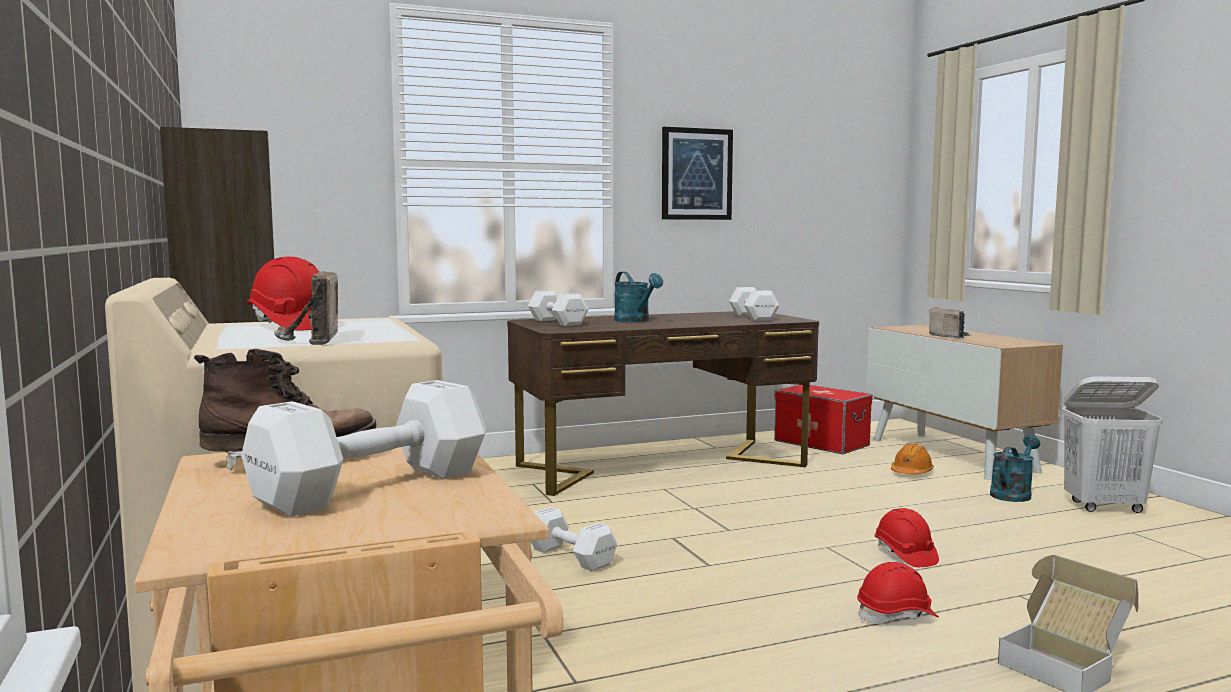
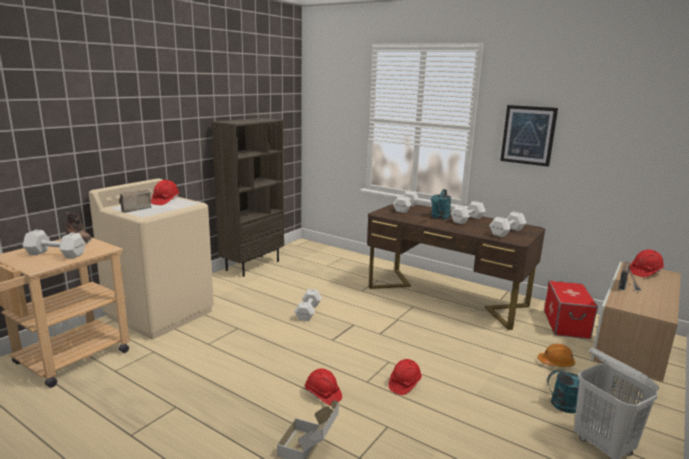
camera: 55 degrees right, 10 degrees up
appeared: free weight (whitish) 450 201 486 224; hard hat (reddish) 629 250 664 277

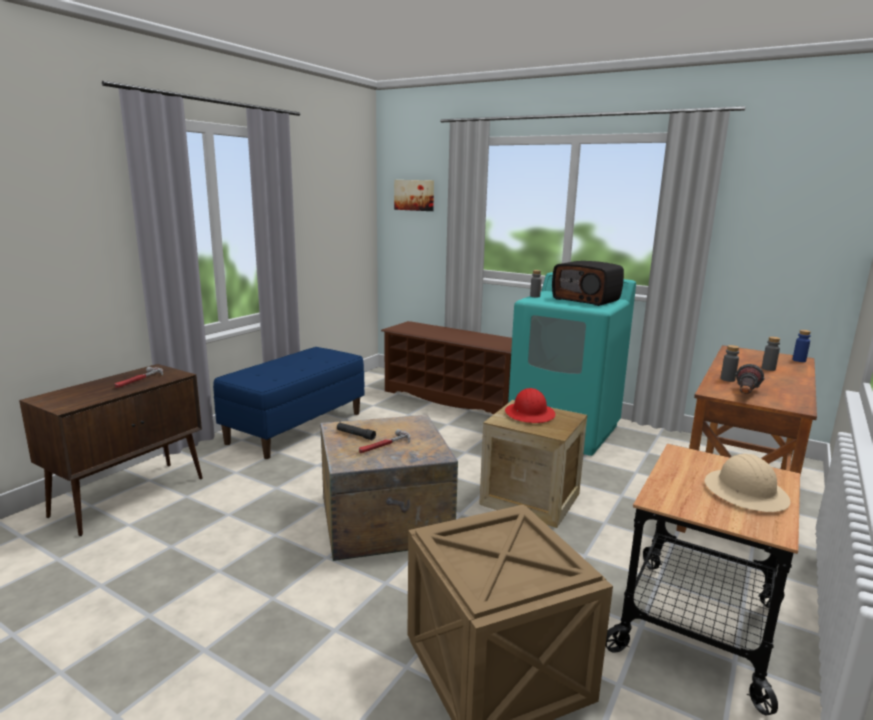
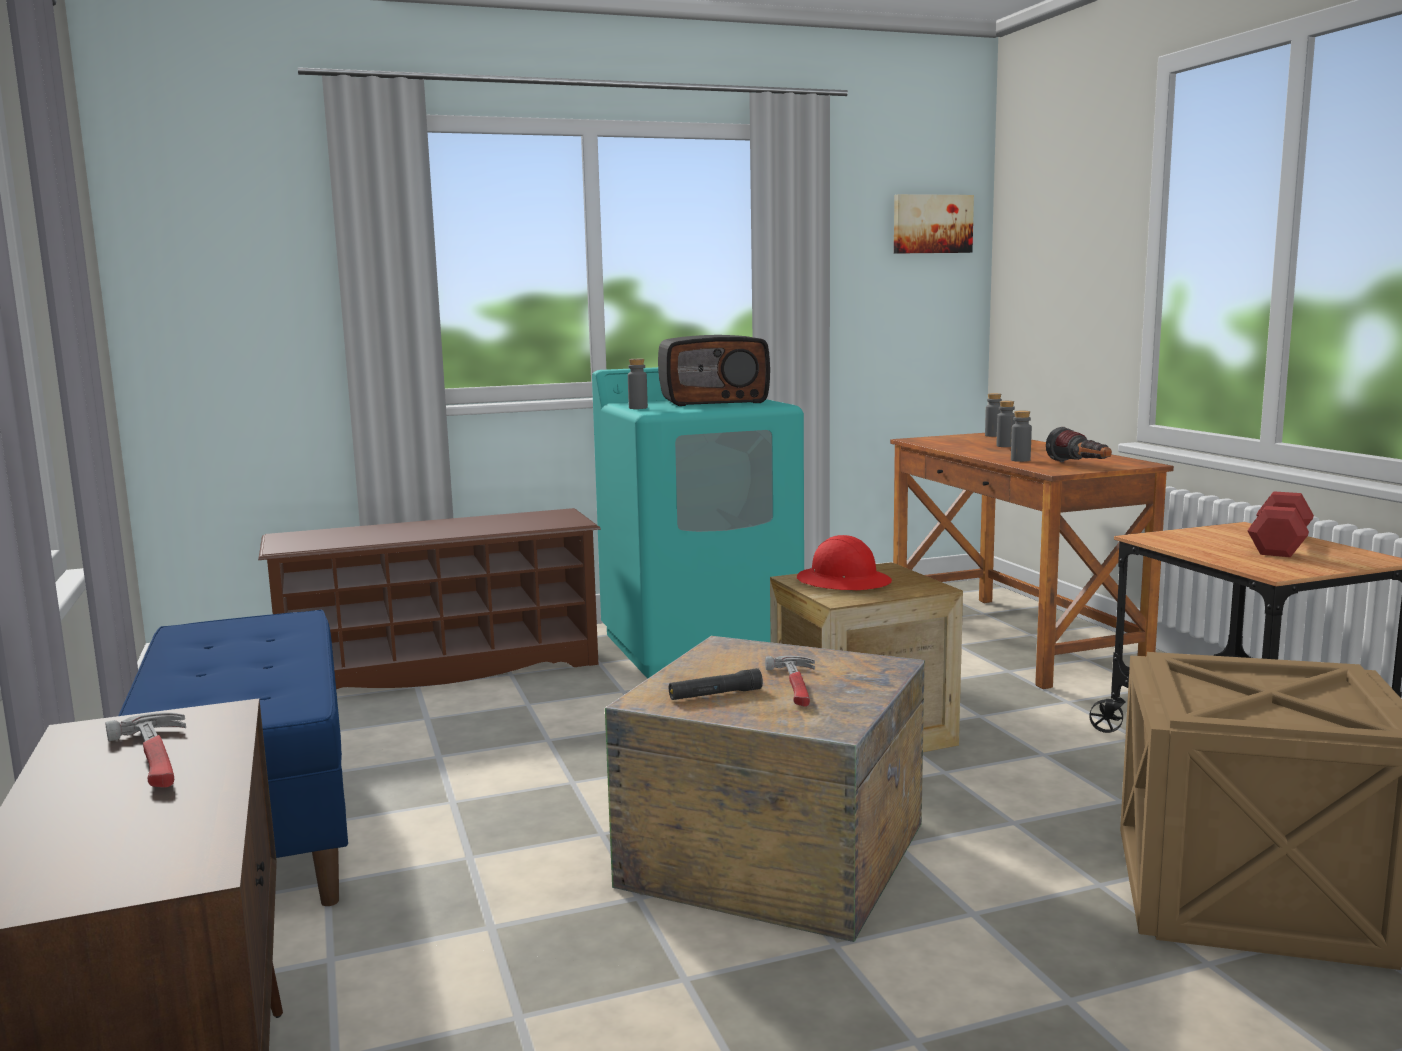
camera: 50 degrees left, 5 degrees down
relocated: wall art 394 180 434 211 to 894 194 974 254
exchanged: hard hat (beige-coloured) 704 454 790 512 to free weight (reddish) 1248 491 1314 557
colour: bottle (blue) 792 330 811 362 to bottle (gray) 985 393 1002 437

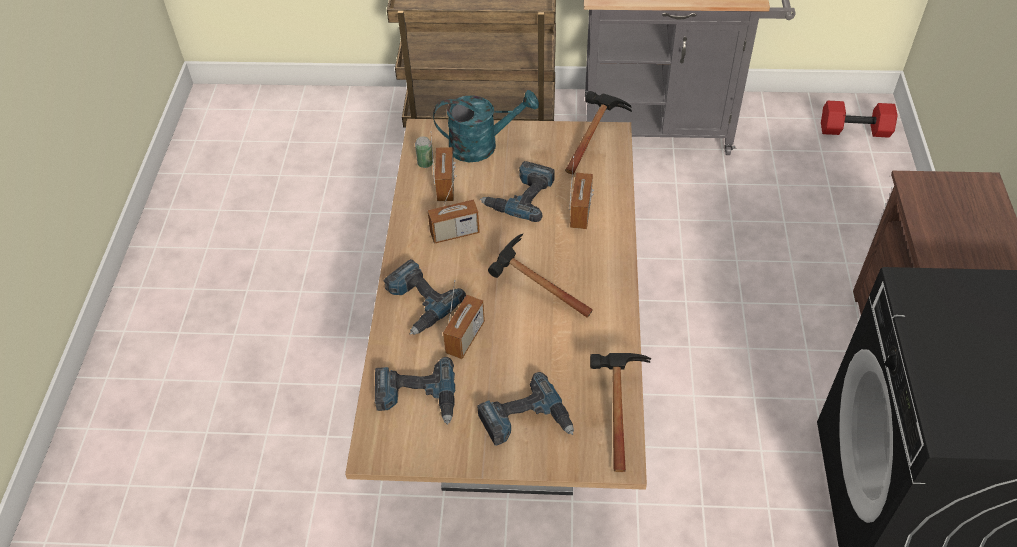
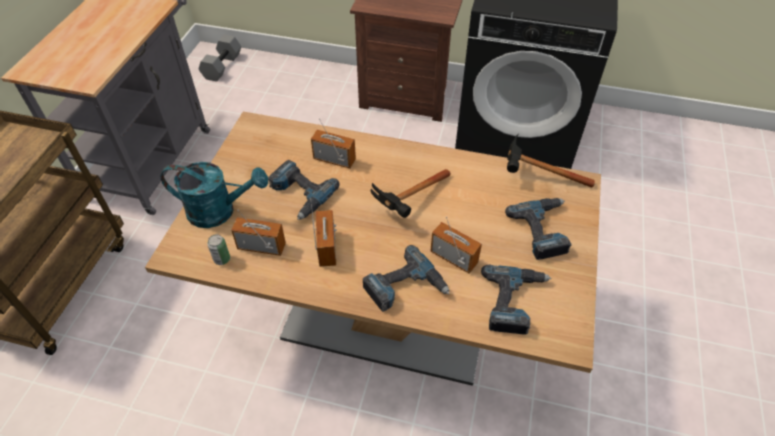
camera: 80 degrees left, 0 degrees up
missing: tool hammer 565 91 632 174
colour: free weight (reddish) 821 101 898 138 to free weight (gray) 199 35 241 82
spun: watering can (turquoise) 433 90 539 162 = 161 162 268 228 90 degrees clockwise

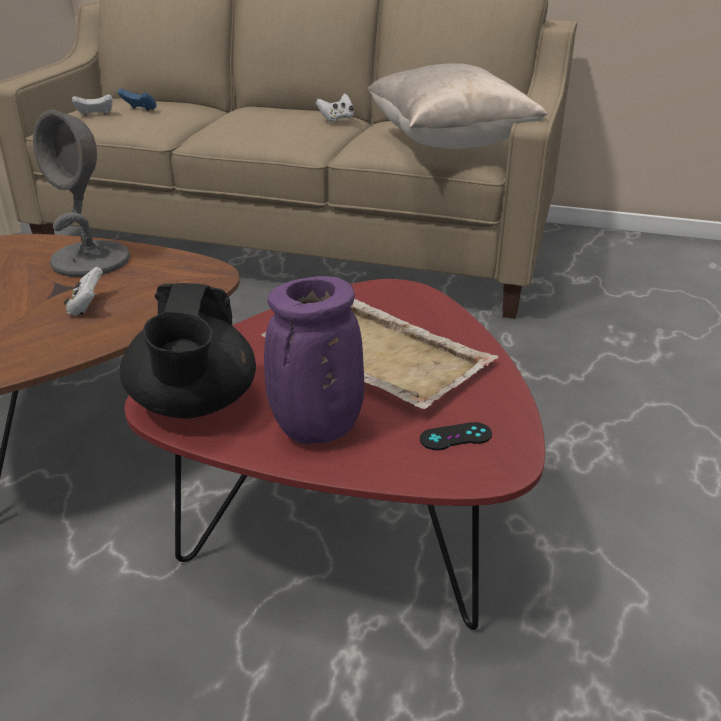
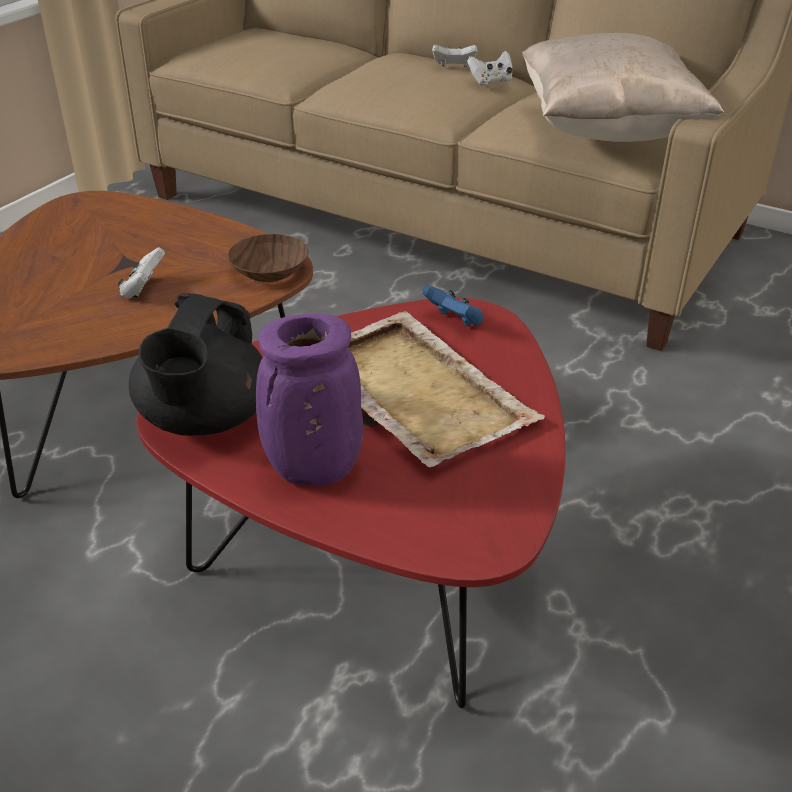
camera: 15 degrees right, 5 degrees up
missing: tabletop lamp (gray) 33 110 130 277; game controller (blackish) 420 422 492 450
appeared: deep dish (brown-coloured) 228 234 308 282
relocated: game controller (whitish) 72 94 113 115 to 432 45 478 67; game controller (blue) 118 88 157 111 to 422 285 484 327

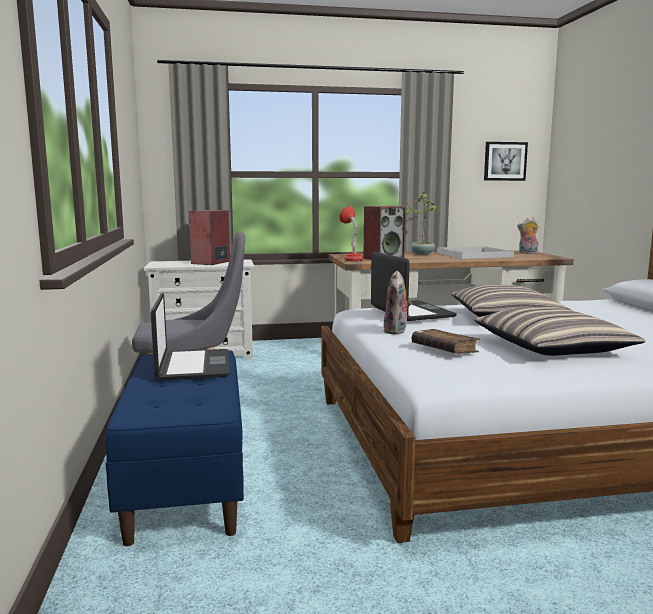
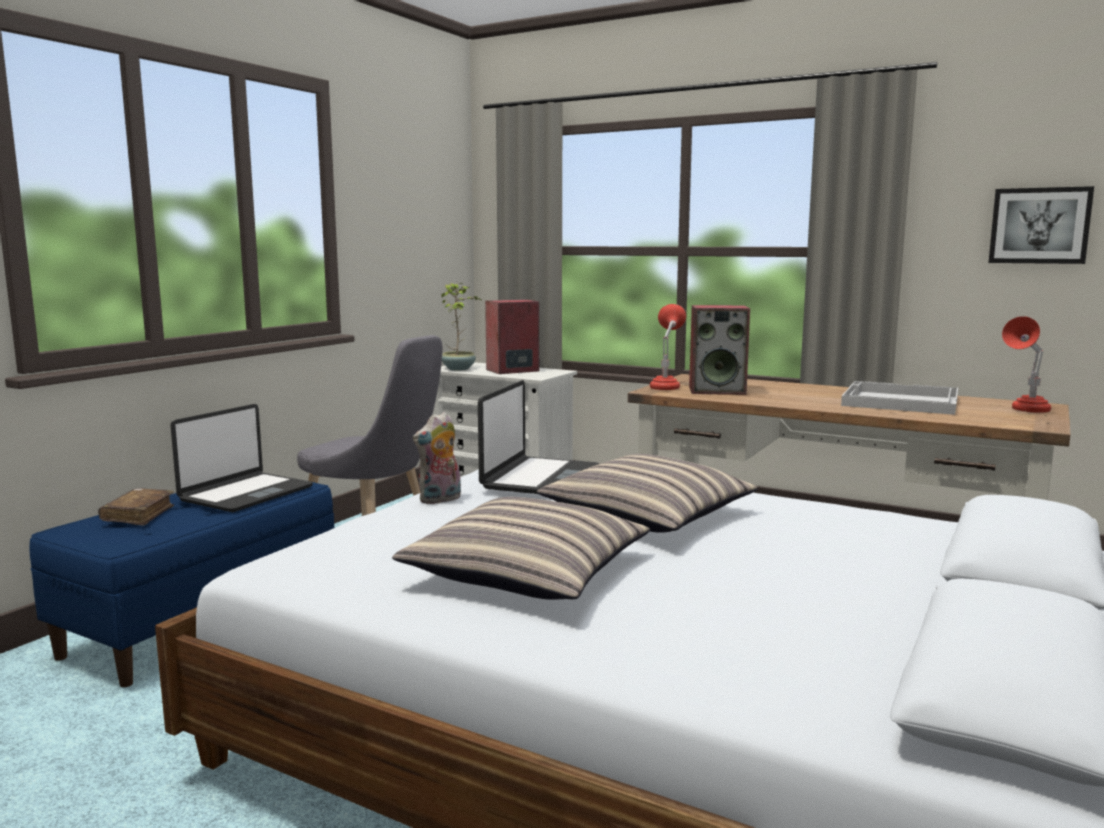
camera: 40 degrees right, 0 degrees up
relocated: plant in a pot 406 193 437 255 to 441 283 481 371; book (brown-coloured) 412 329 480 354 to 98 488 174 526
exchanged: cuddly toy 517 217 539 254 to tabletop lamp (reddish) 1002 316 1051 413

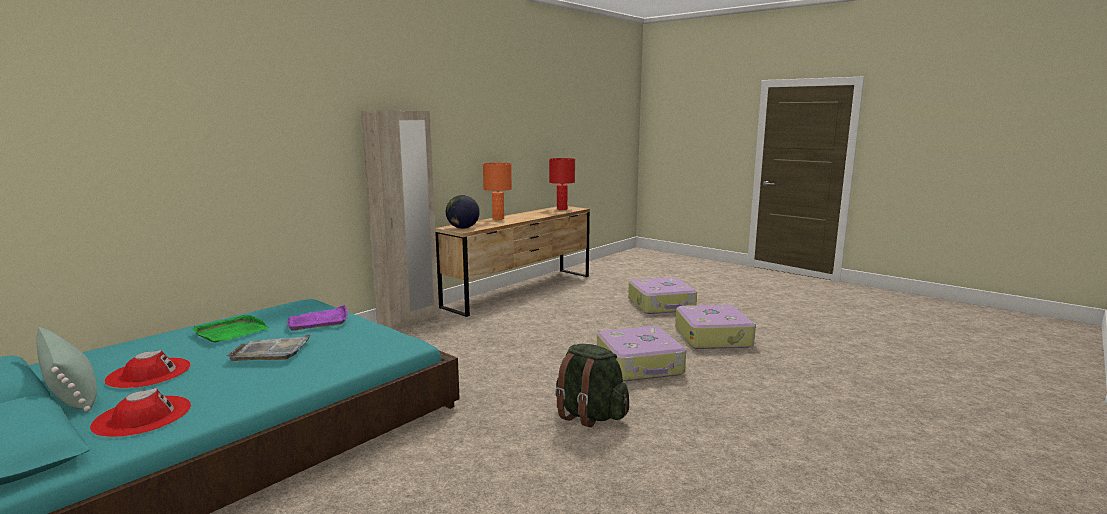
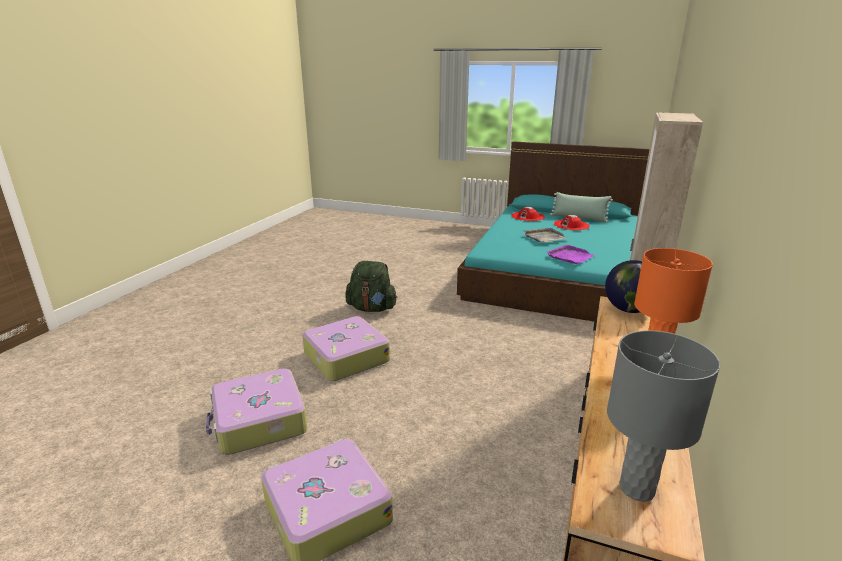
camera: 160 degrees right, 10 degrees up
missing: serving tray (greenish) 193 315 270 343
colour: tabletop lamp (reddish) 549 158 575 210 to tabletop lamp (gray) 607 330 720 502

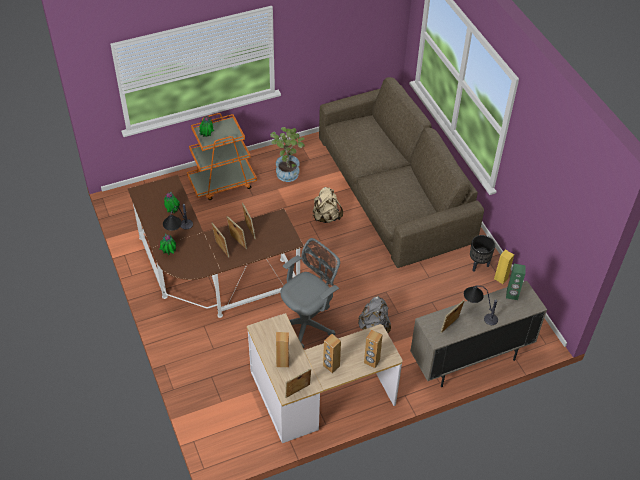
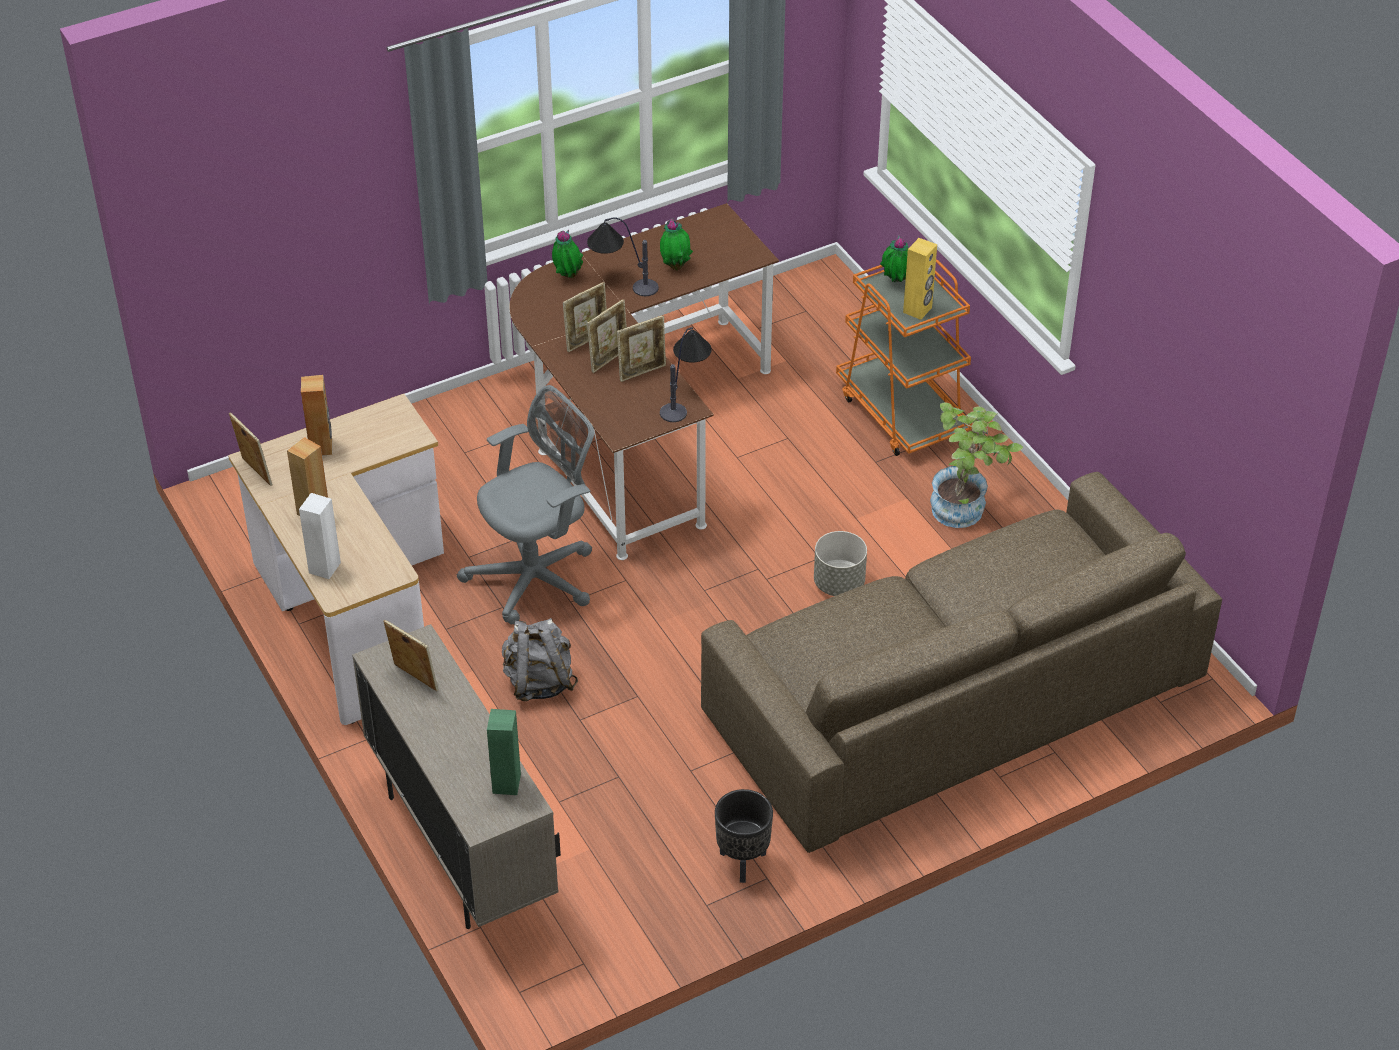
camera: 85 degrees right, 5 degrees down
relocated: tabletop lamp 464 285 498 325 to 660 327 712 422; audio speaker (yellow) 494 250 514 284 to 903 238 937 320
exchanged: rucksack (beige-coloured) 313 187 343 223 to flower pot (gray) 814 531 867 596
colour: audio speaker (brown-coloured) 364 330 383 368 to audio speaker (whitish) 299 493 341 579
spun: desk chair (gray) 280 238 340 349 = 457 385 594 624 75 degrees counterclockwise

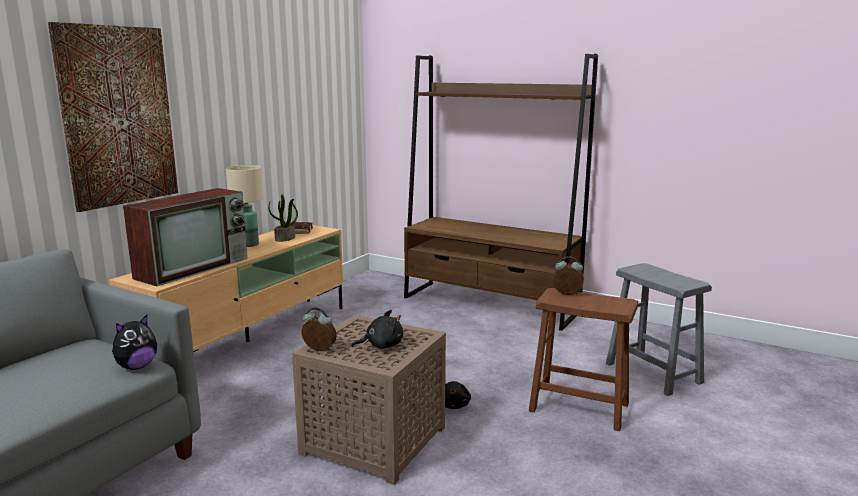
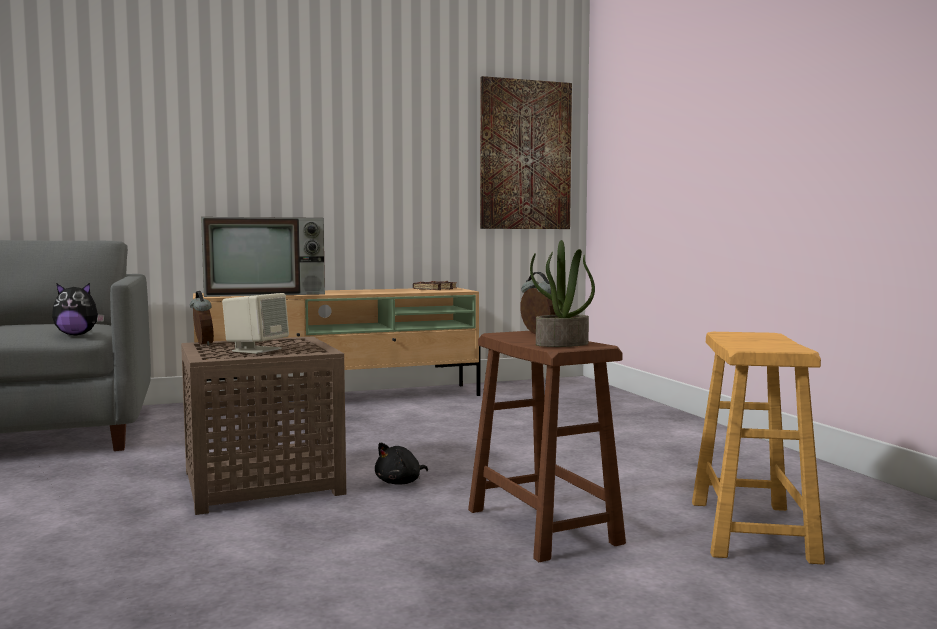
camera: 40 degrees right, 10 degrees down
missing: tabletop lamp (beige-coloured) 226 165 263 247; bookcase (brown-coloured) 404 54 598 331
relocated: wall art 48 22 178 212 to 480 76 572 229; plant in a pot 268 194 298 242 to 530 240 595 347
exchanged: cuddly toy (blackish) 351 310 403 349 to audio speaker (beige-coloured) 222 293 289 354
colour: stool seat (gray) 606 263 712 396 to stool seat (brown-coloured) 692 332 825 565

